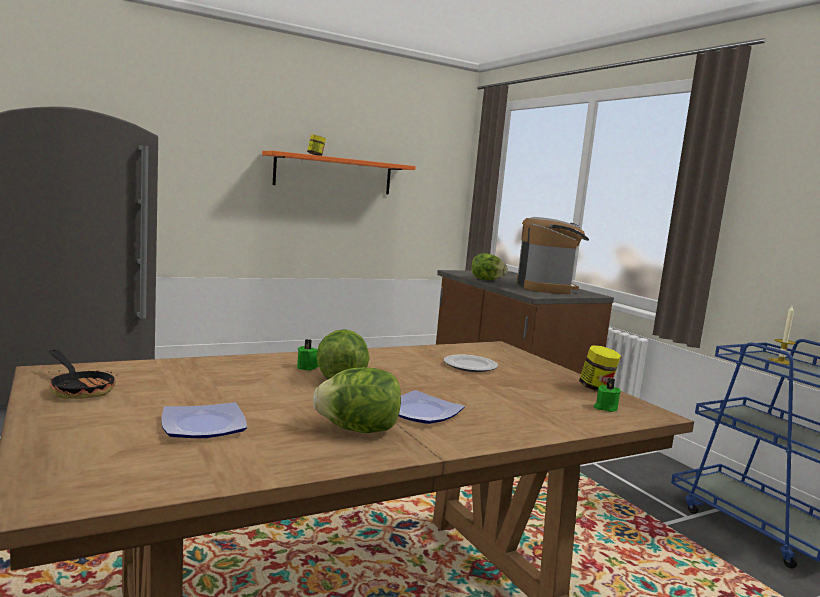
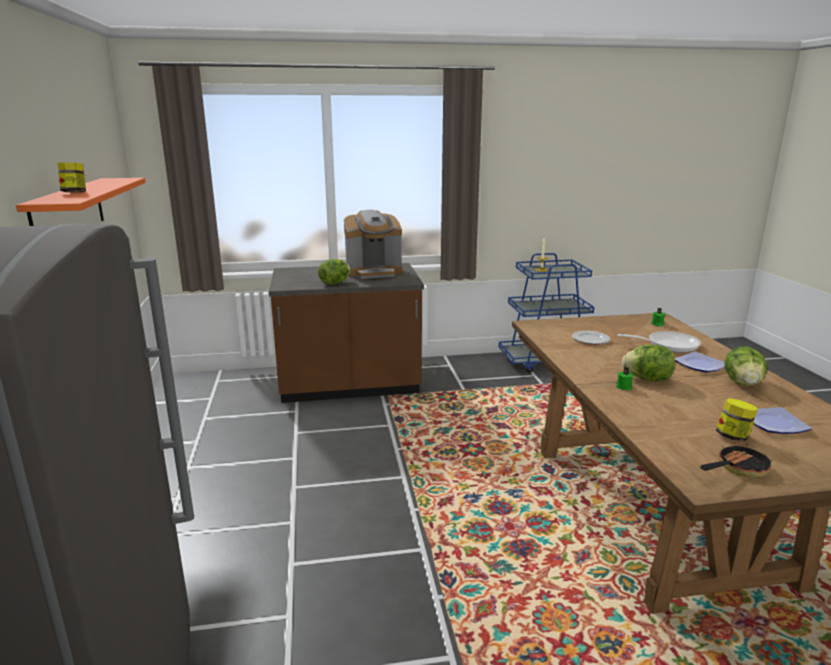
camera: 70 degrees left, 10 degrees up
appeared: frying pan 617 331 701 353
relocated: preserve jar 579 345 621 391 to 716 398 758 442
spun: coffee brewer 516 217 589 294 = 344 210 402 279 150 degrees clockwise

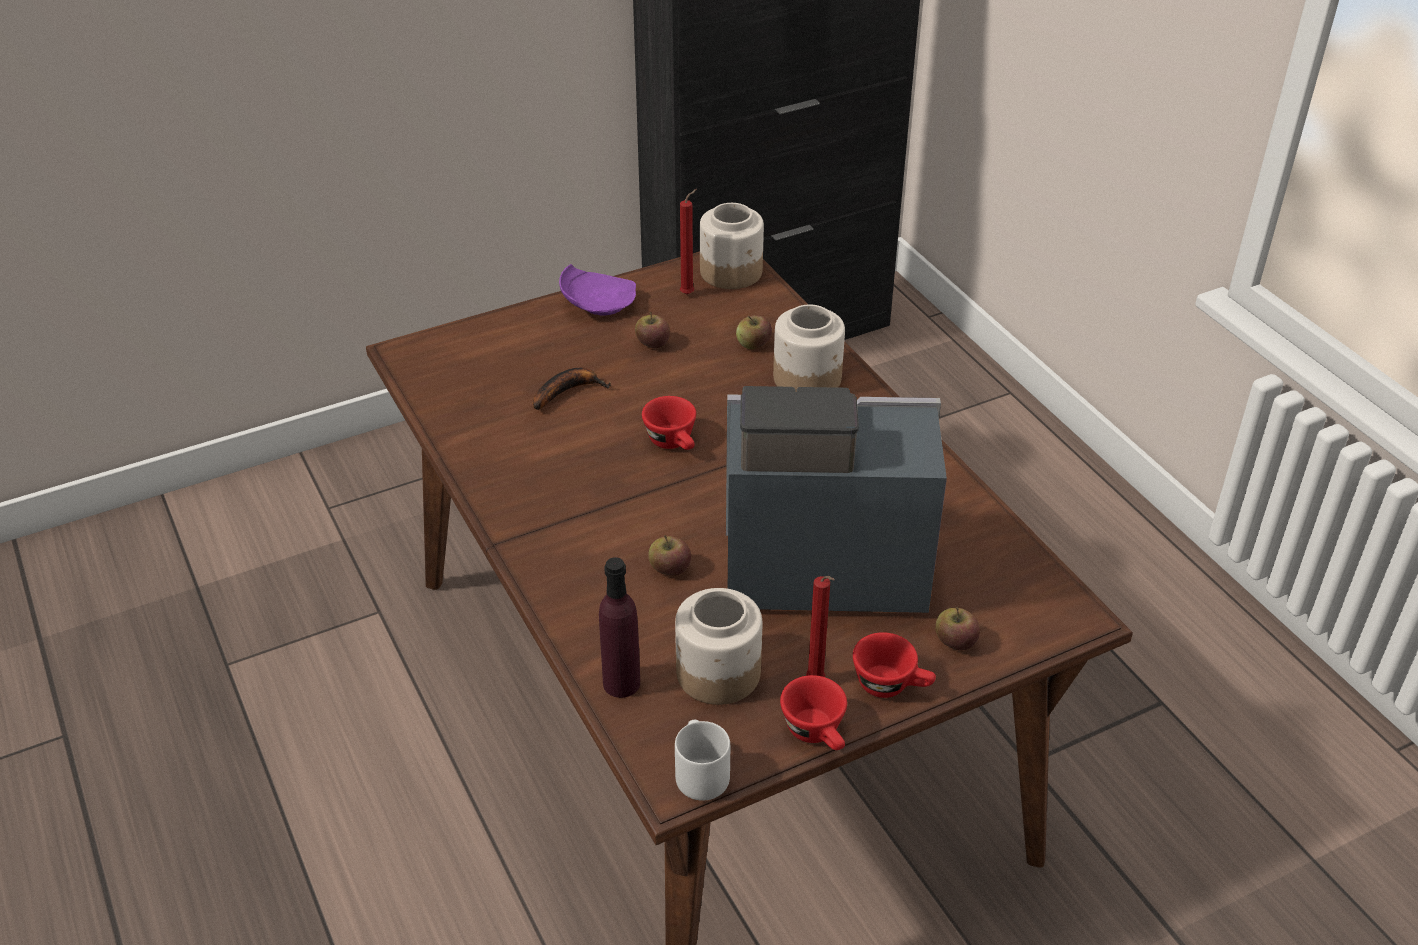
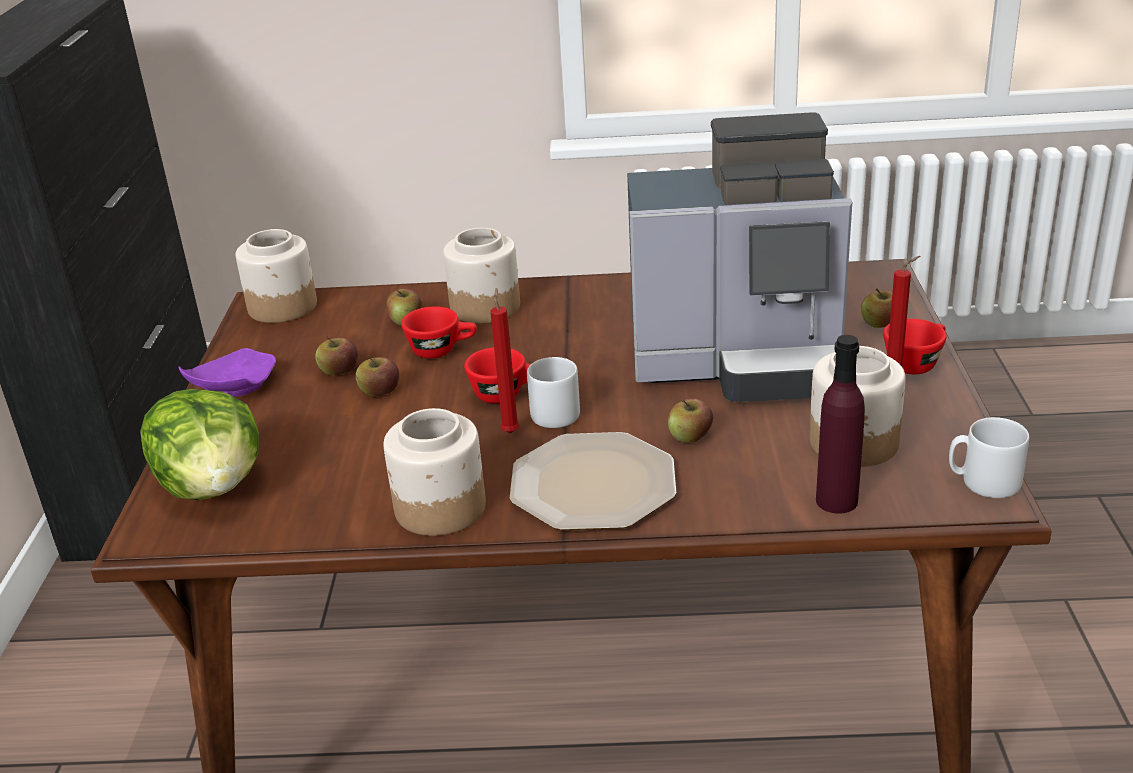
camera: 60 degrees left, 10 degrees down
missing: banana fruit 533 368 611 410
appeared: lettuce 140 389 259 500; apple 356 355 399 396; preserve jar 383 408 486 536; plate 510 432 676 530; mug (gray) 527 357 580 428
relocated: wax candle (reddish) 680 189 697 295 to 490 288 520 433; small cup (reddish) 780 675 847 750 to 401 306 477 358
spun: coffee brewer 726 386 947 613 = 627 112 852 402 120 degrees counterclockwise

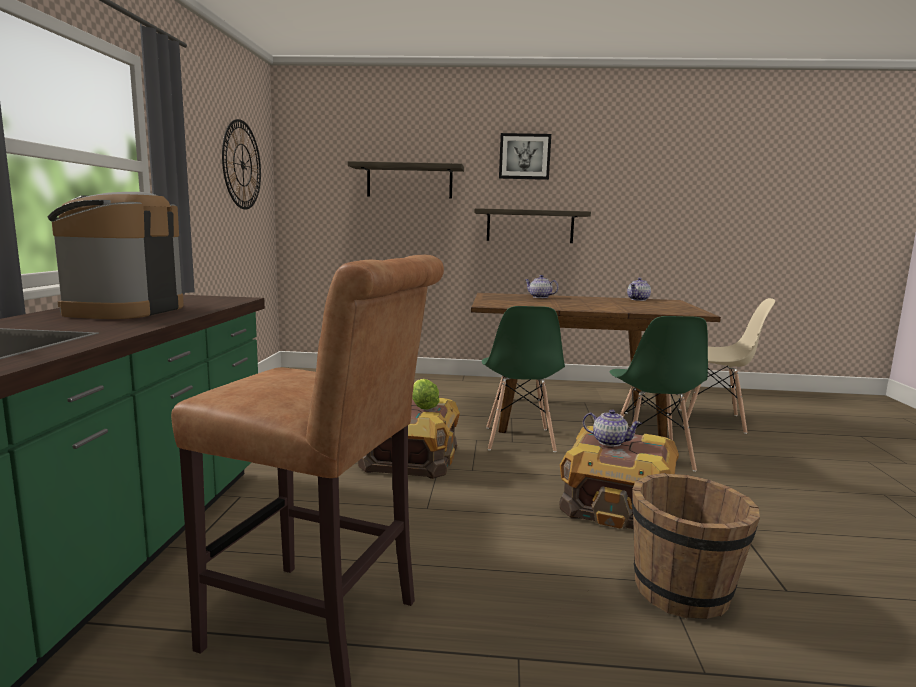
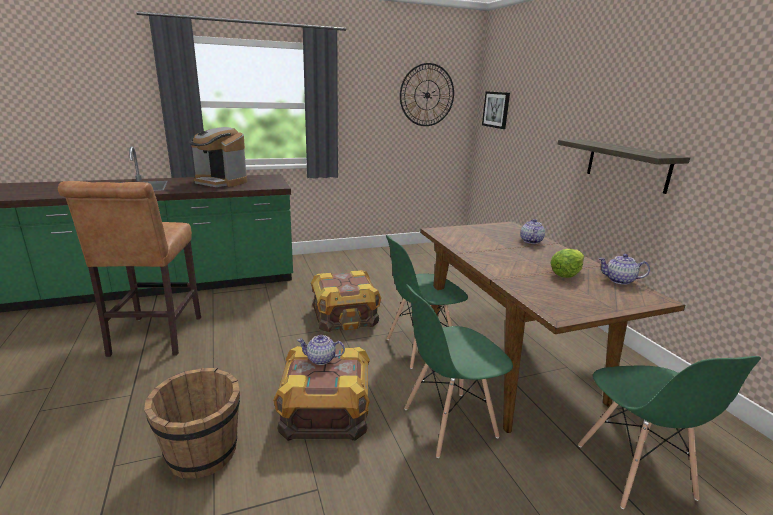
camera: 65 degrees right, 10 degrees up
missing: bracket shelf 348 161 464 199
relocated: lettuce 412 379 439 410 to 551 249 584 278; wall art 499 133 551 180 to 482 91 510 129
colour: plain chair (beige-coloured) 679 298 775 434 to plain chair (greenish) 578 356 761 509
spun: coffee brewer 48 192 184 319 = 189 127 247 187 135 degrees counterclockwise; tea pot 583 410 642 446 = 297 335 345 365 90 degrees clockwise

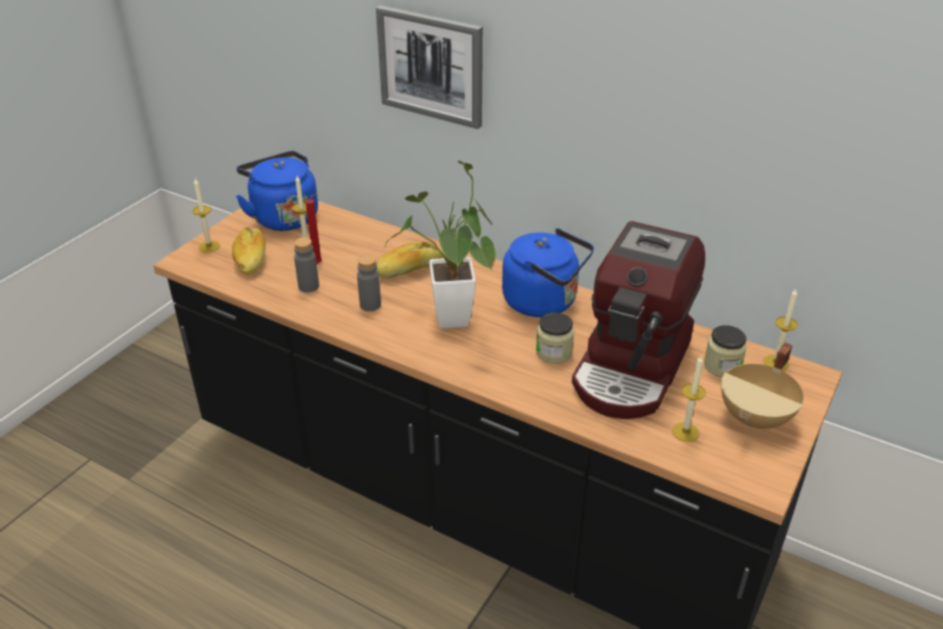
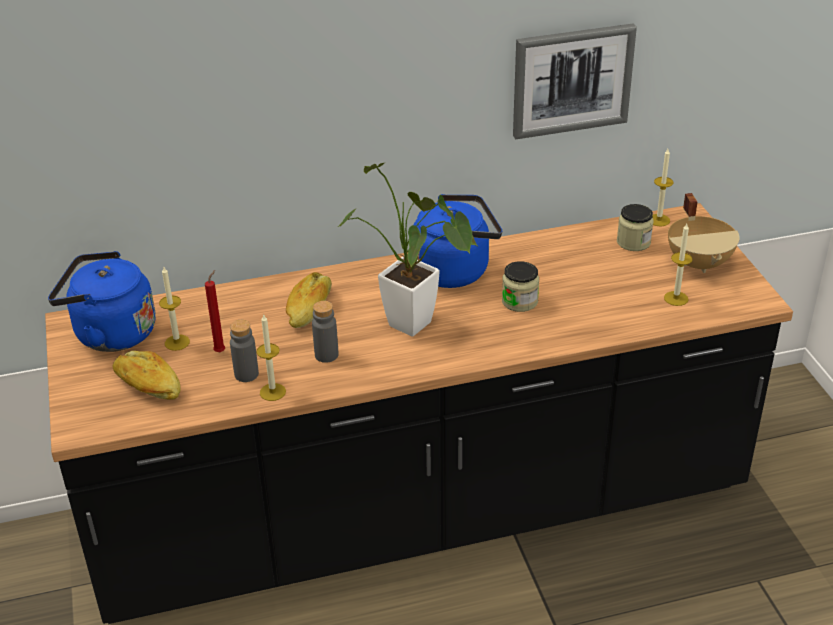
camera: 45 degrees left, 0 degrees up
missing: coffee brewer 572 221 705 419
relocated: wax candle 192 179 220 252 to 256 315 286 401; wall art 376 5 483 129 to 513 23 637 139

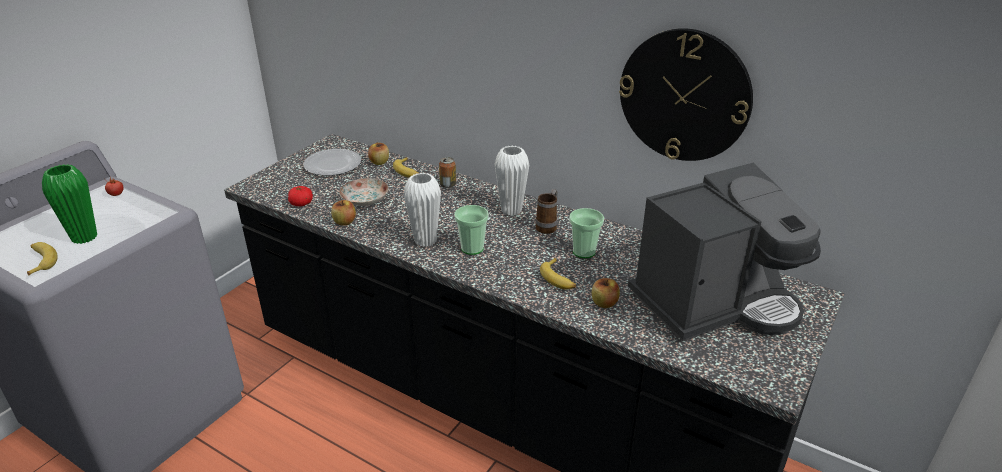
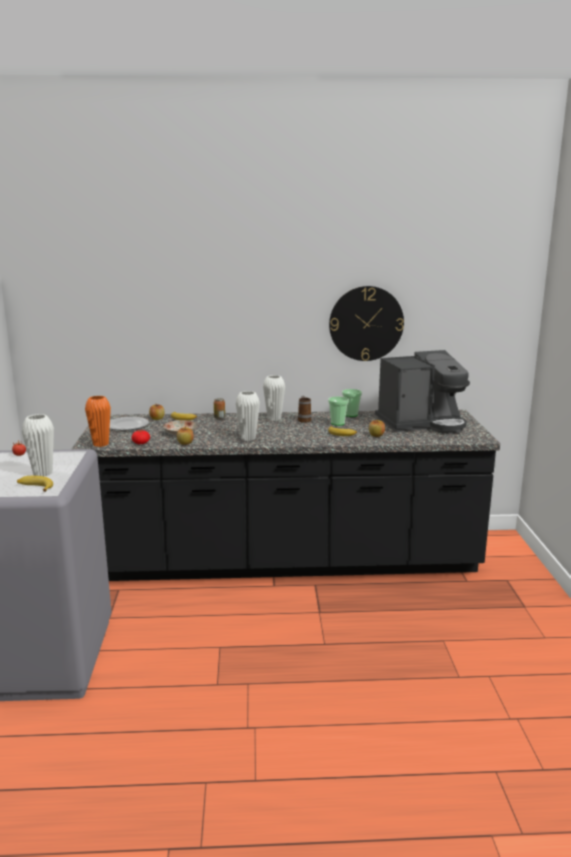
camera: 35 degrees left, 15 degrees down
appeared: decorative vase (orange-coloured) 85 396 111 447
relocated: small cup 454 205 489 255 to 342 389 362 417
colour: decorative vase (greenish) 42 164 97 244 to decorative vase (whitish) 22 414 54 476
spun: coffee brewer 628 163 821 341 = 375 350 470 434 45 degrees clockwise

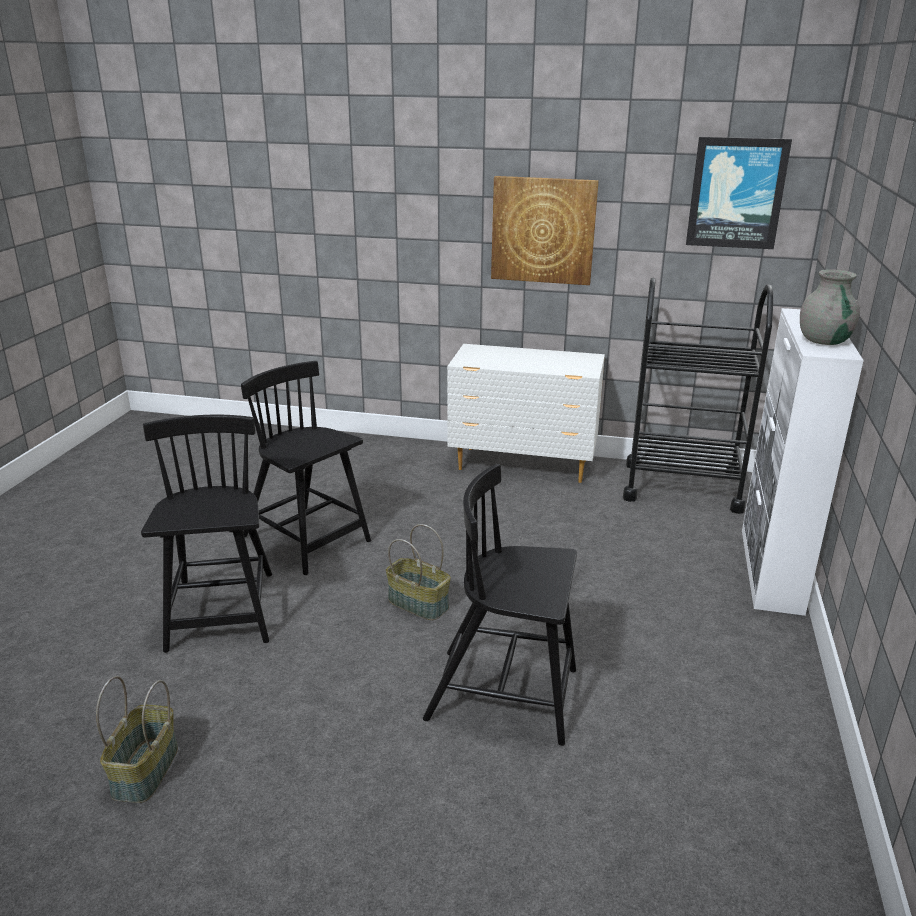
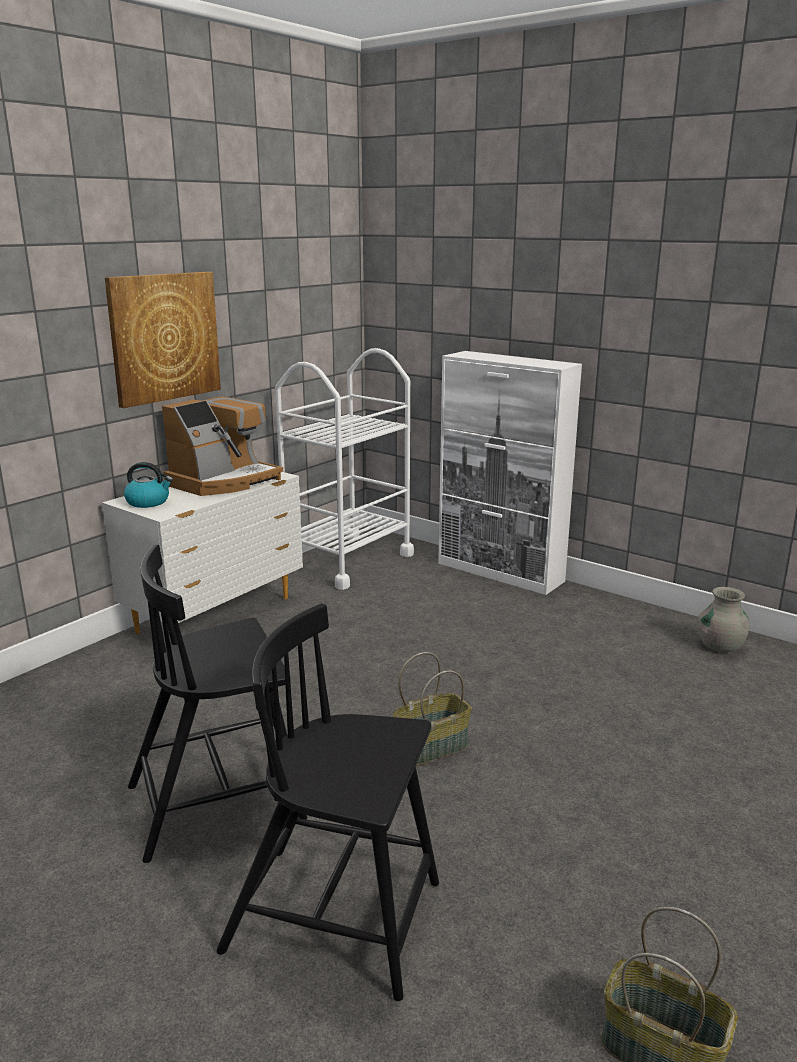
camera: 65 degrees left, 5 degrees down
missing: plain chair (blackish) 423 464 577 746; wall art 686 137 792 249
appeared: kettle 124 462 173 508; coffee brewer 162 396 283 496
relocated: decorative vase (gray) 800 269 860 345 to 697 587 749 652
colour: cart (blackish) 623 278 773 514 to cart (whitish) 275 348 414 590

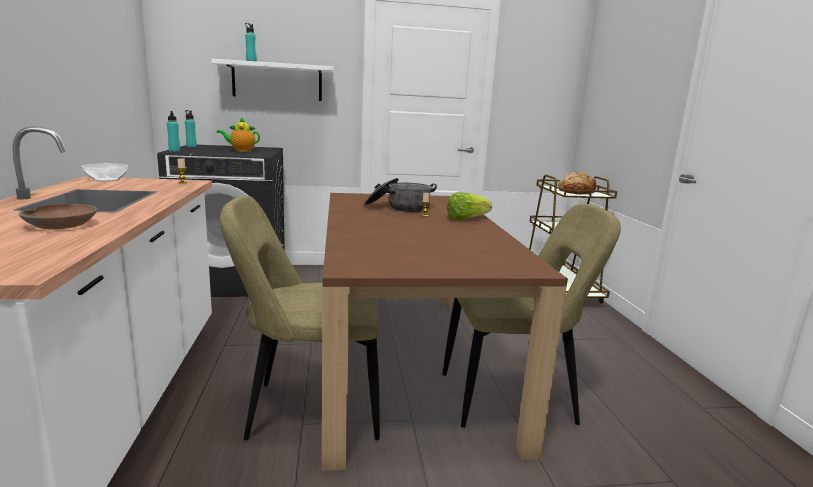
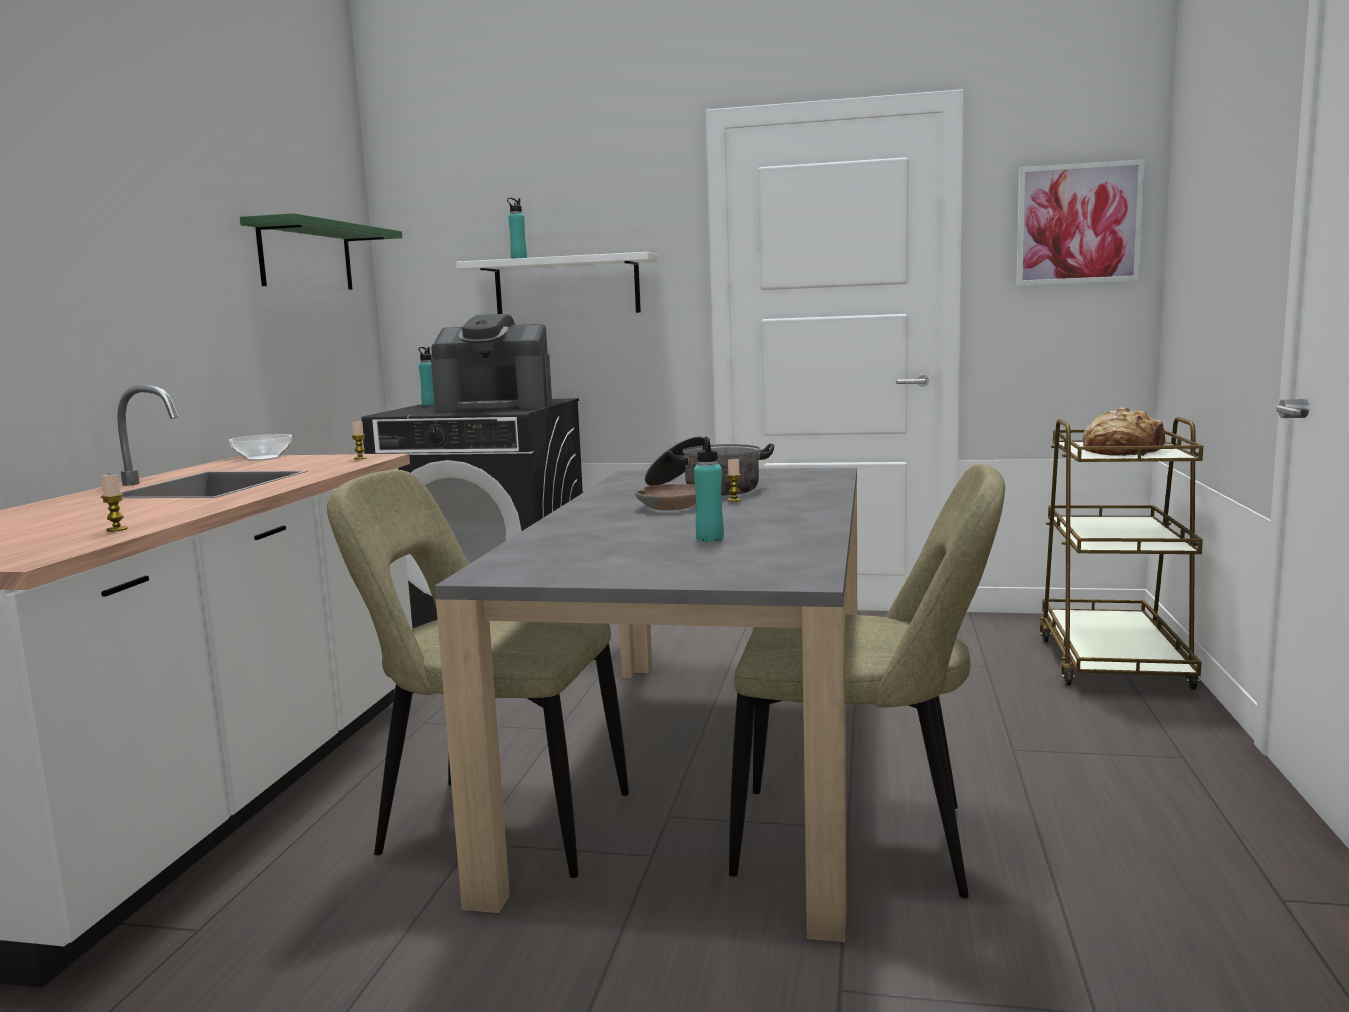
camera: 20 degrees right, 5 degrees down
missing: lettuce 447 192 492 220
appeared: wax candle 101 474 128 532; bracket shelf (greenish) 240 213 403 290; wall art 1016 159 1145 286
relocated: deep dish (brown-coloured) 19 204 97 229 to 635 484 696 511; bottle (turquoise) 167 111 180 152 to 694 437 724 542
exchanged: tea pot 216 117 260 152 to coffee brewer 431 314 552 412
colour: kitchen table (brown-coloured) 322 193 568 471 to kitchen table (gray) 435 468 857 942

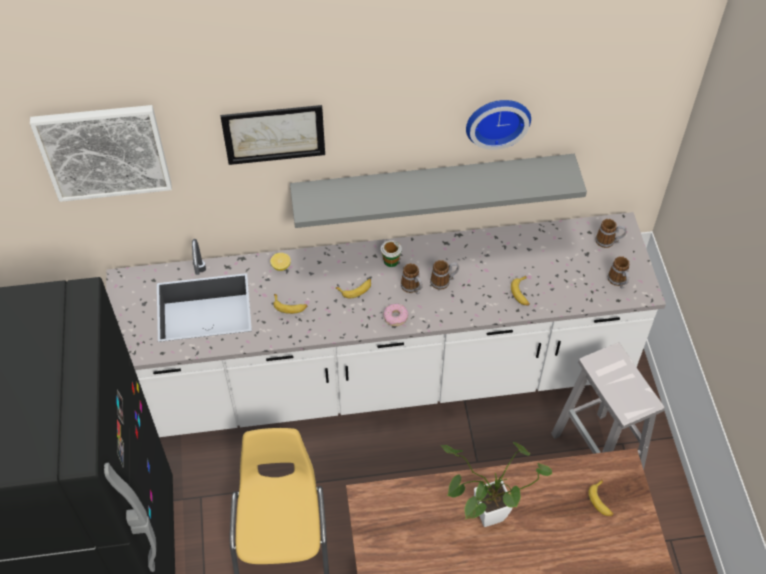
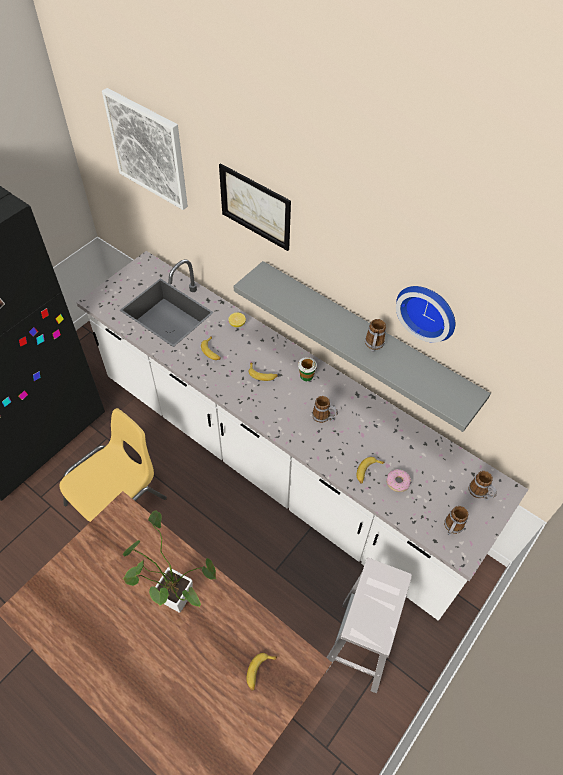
camera: 45 degrees right, 0 degrees up
relocated: ring doughnut 383 304 408 326 to 386 469 411 492; mug 401 263 423 294 to 365 319 386 352

